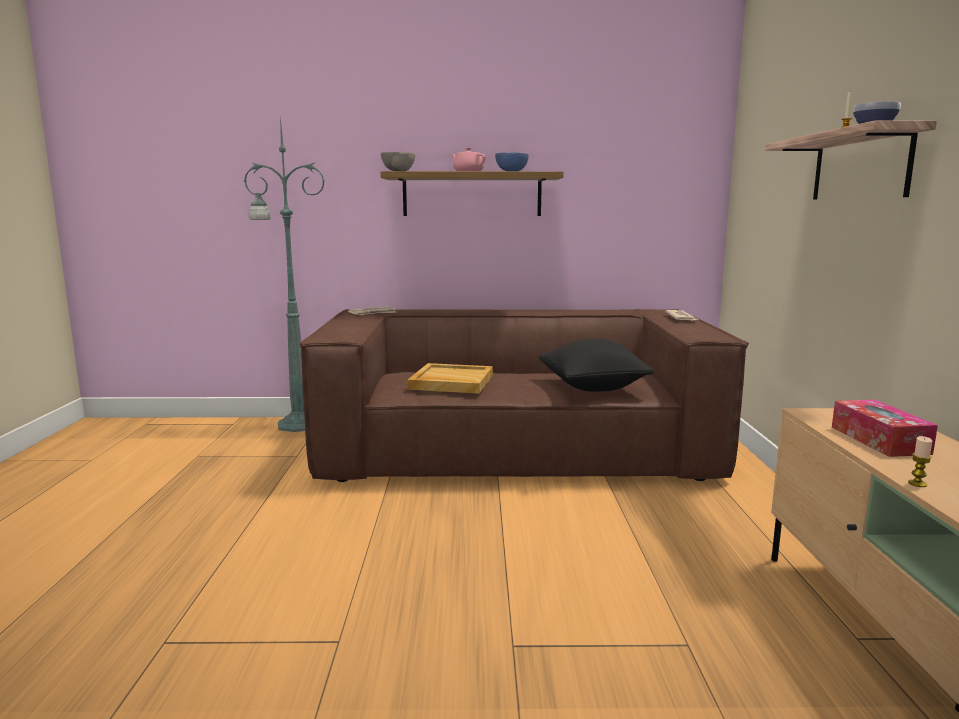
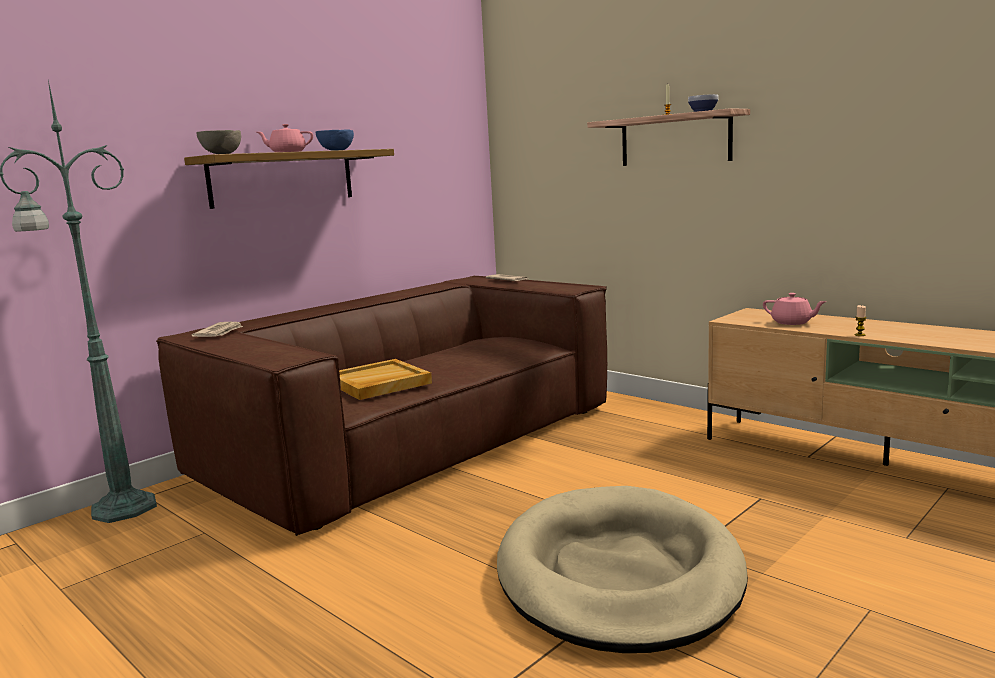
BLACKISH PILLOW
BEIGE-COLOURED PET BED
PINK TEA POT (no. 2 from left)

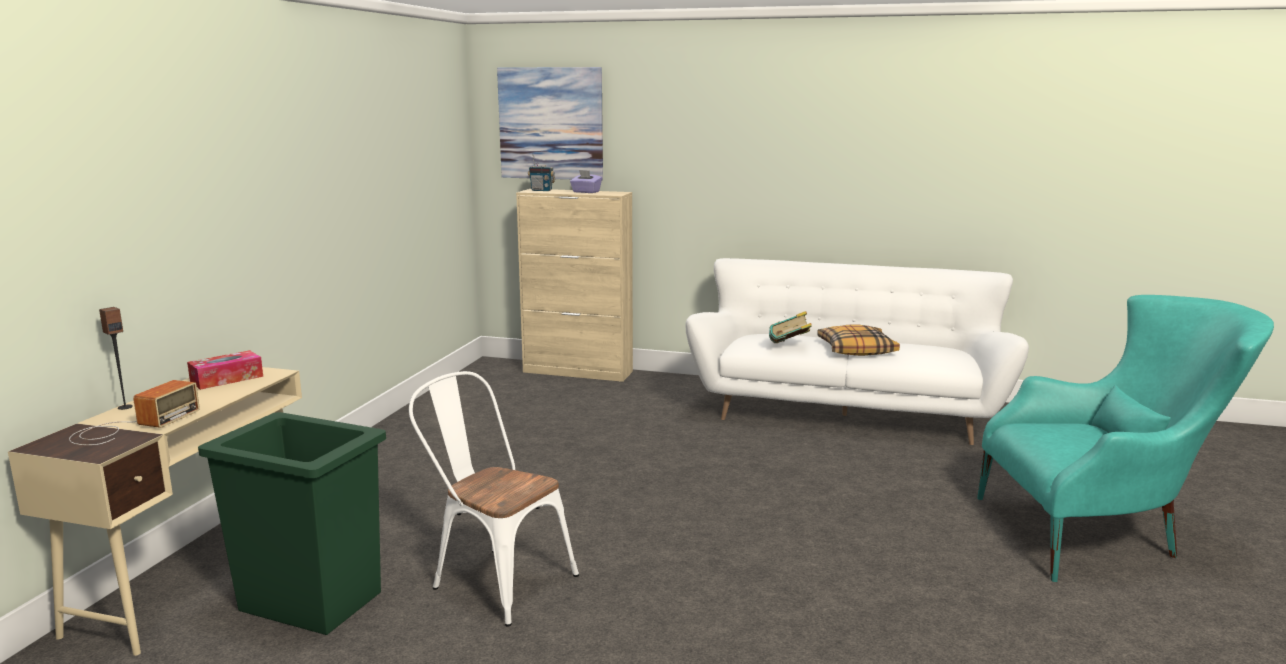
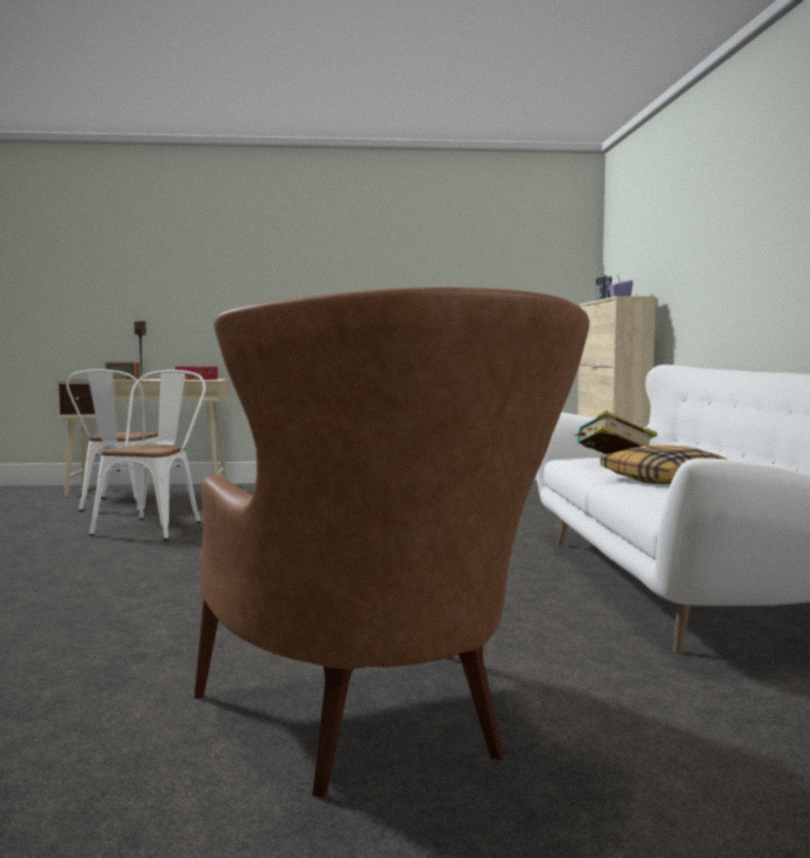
WALL PICTURE
WHITE UPRIGHT CHAIR (no. 1 from left)
BROWN ARMCHAIR

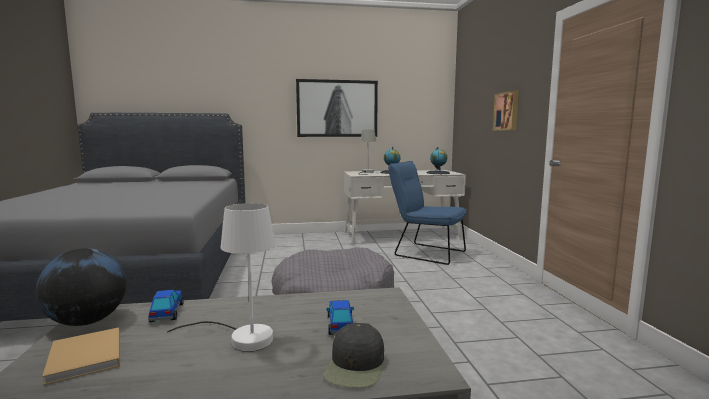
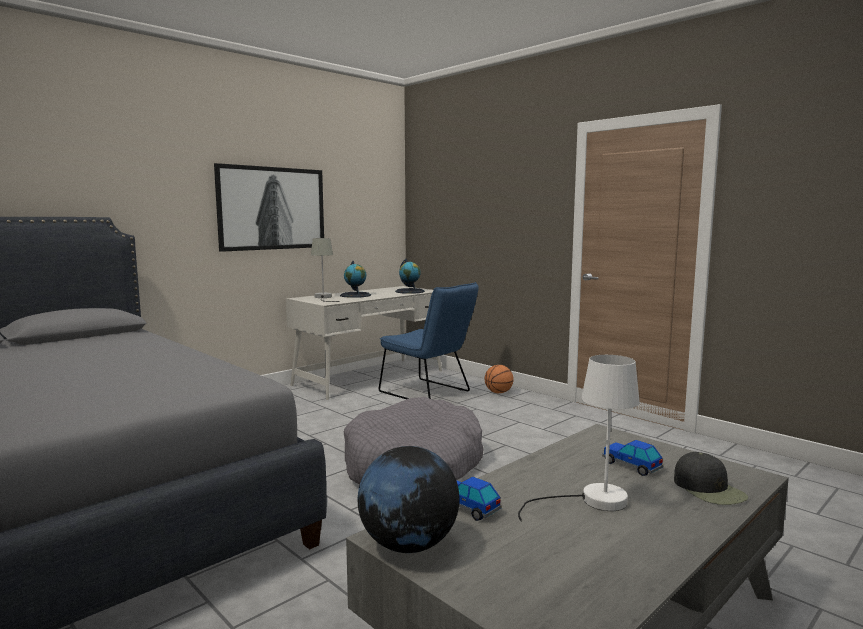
BEIGE-COLOURED BOUND BOOK
WALL PICTURE (no. 2 from left in the first image)
BASKETBALL BALL
BLUE UPRIGHT CHAIR

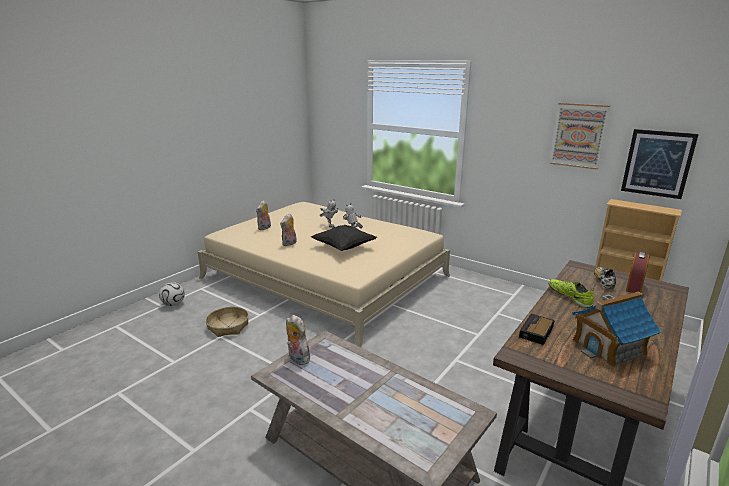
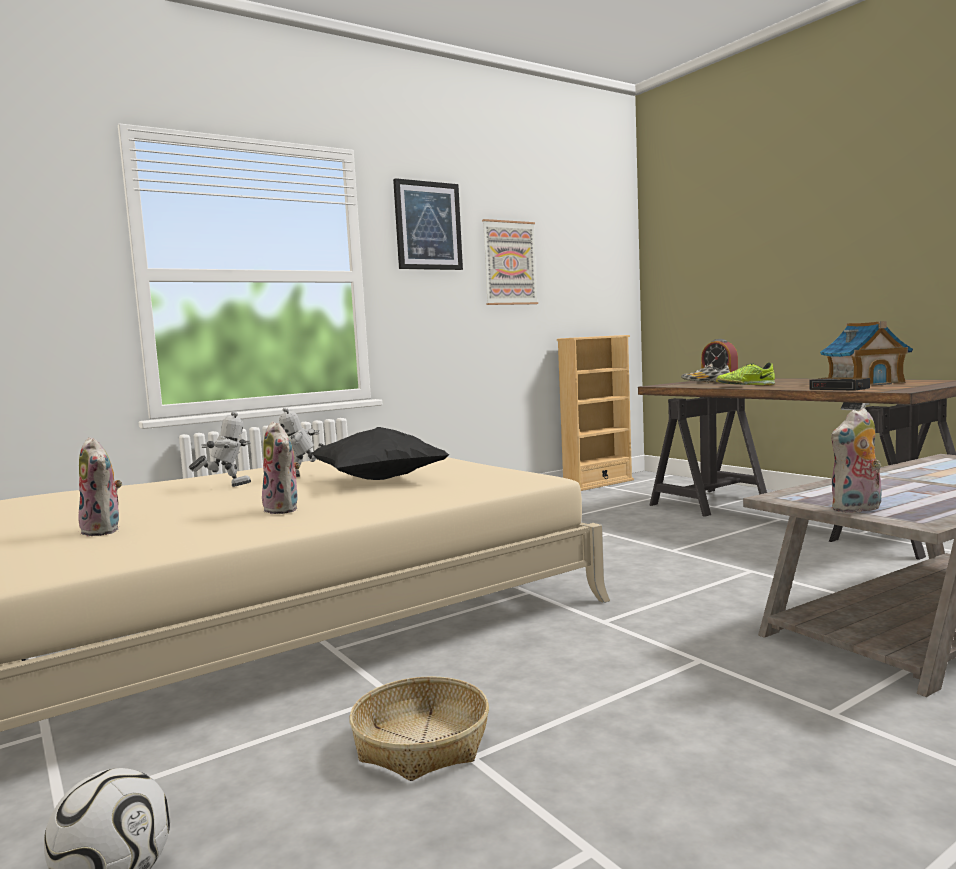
WALL PICTURE (no. 1 from left)

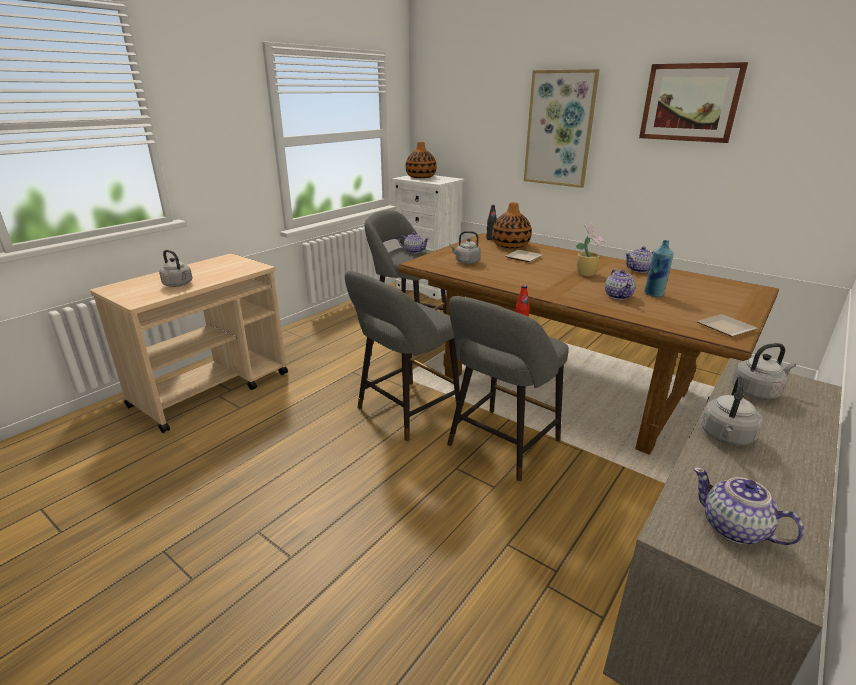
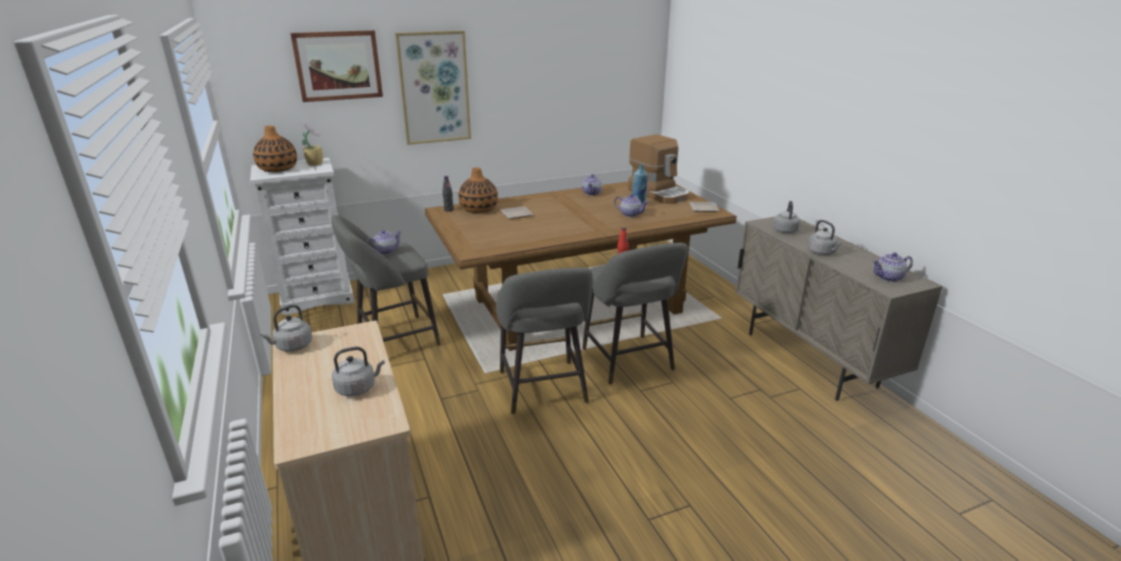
COFFEE MAKER
GREYISH WATER KETTLE (no. 1 from left)
PLANT IN A POT
WALL PICTURE (no. 1 from left)

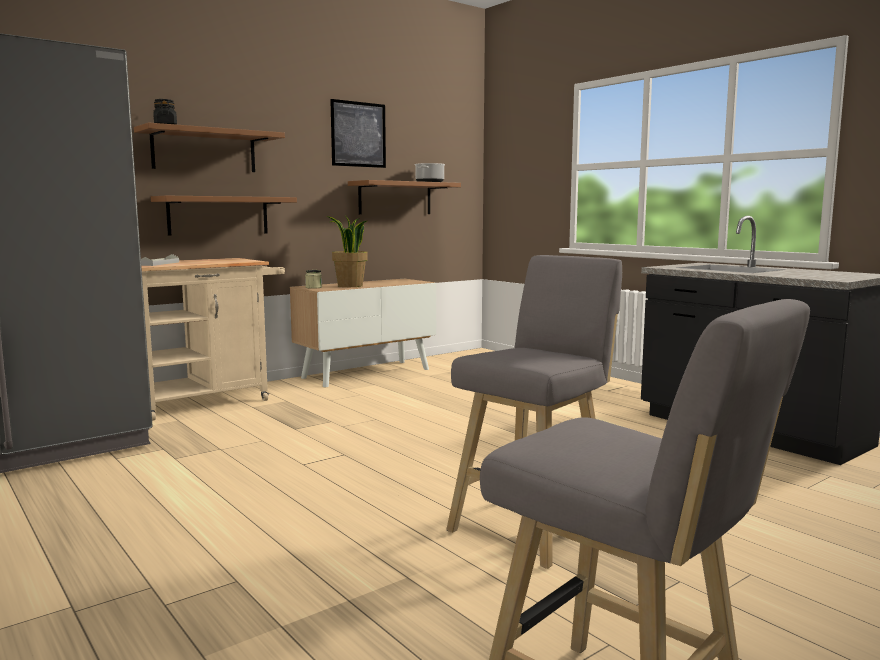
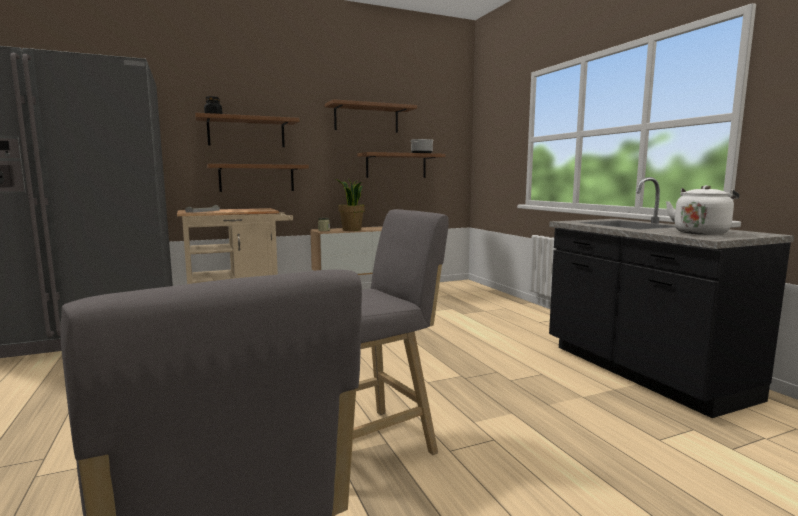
WHITE WATER KETTLE
BROWN WALL SHELF (no. 3 from left)

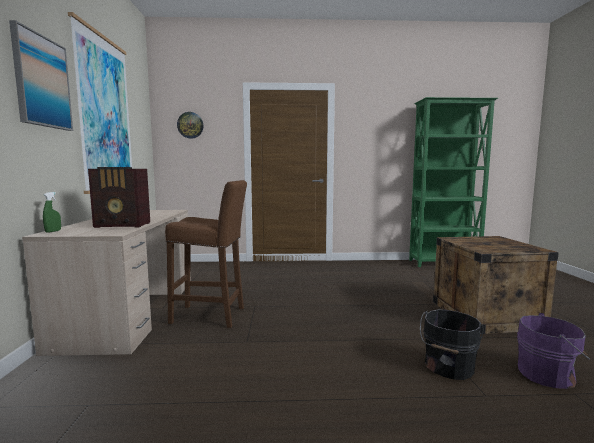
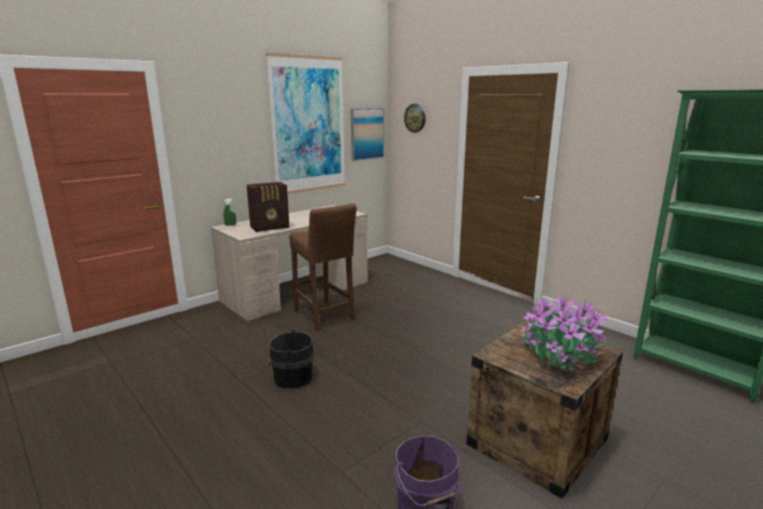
PLANT IN A POT
WALL PICTURE (no. 2 from left)
BLACKISH BUCKET
RADIO RECEIVER

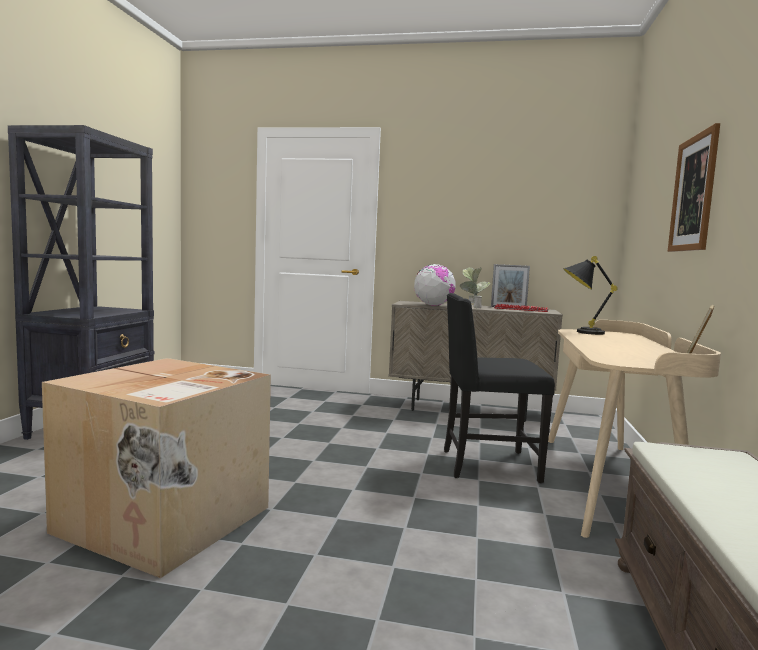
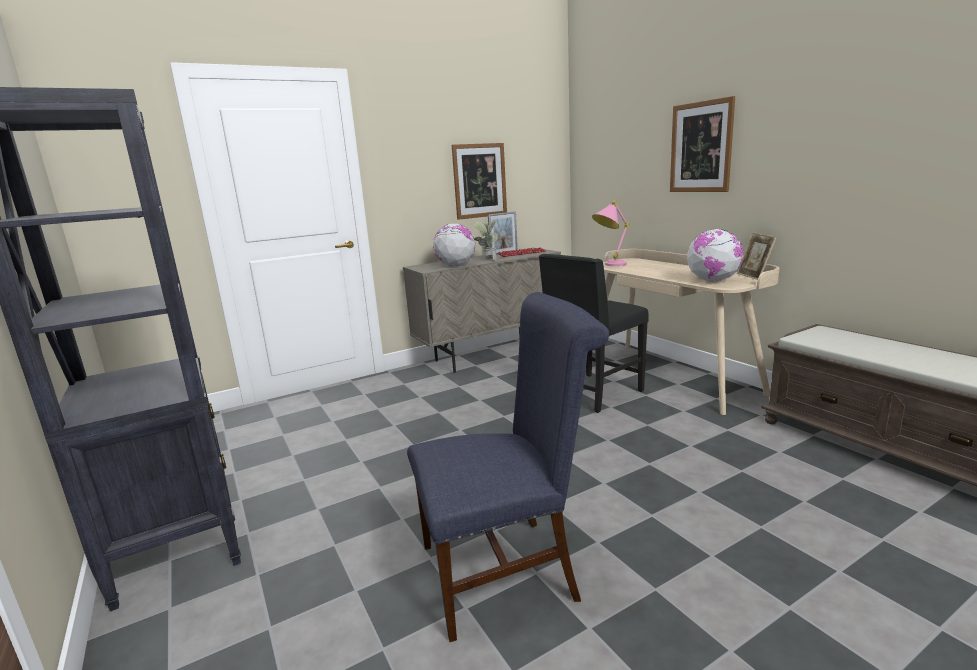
WALL PICTURE (no. 1 from left)
GLOBE (no. 2 from left)
BLUE UPRIGHT CHAIR
PINK TABLE LAMP

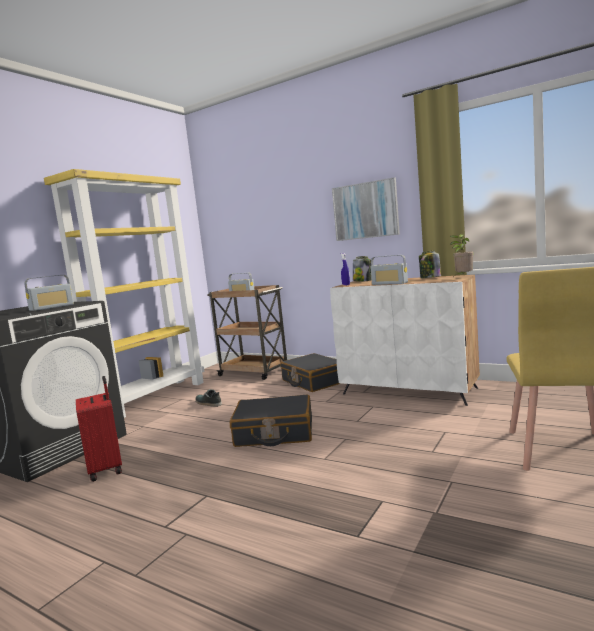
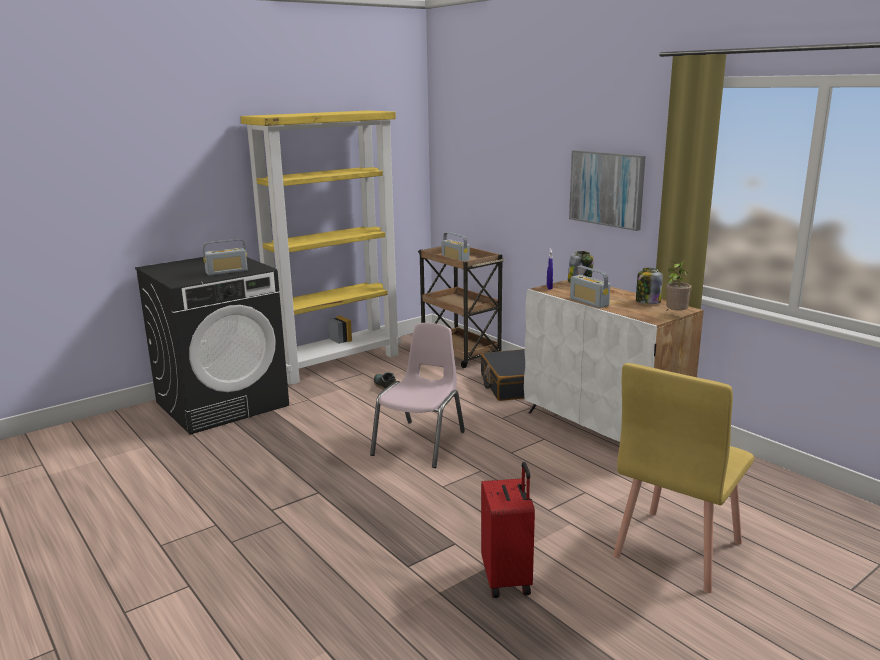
RED SUITCASE
PINK UPRIGHT CHAIR

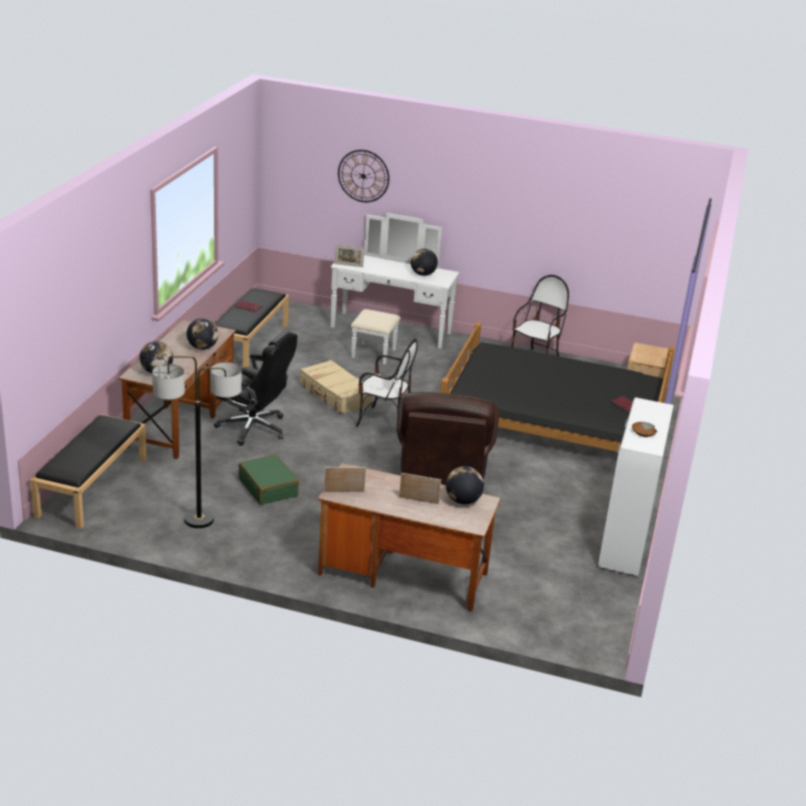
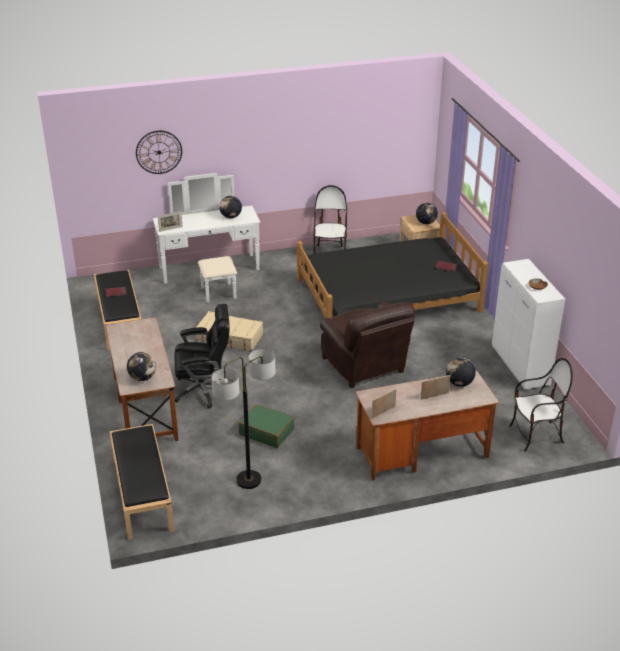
GLOBE (no. 3 from left)
UPRIGHT CHAIR (no. 2 from left)

